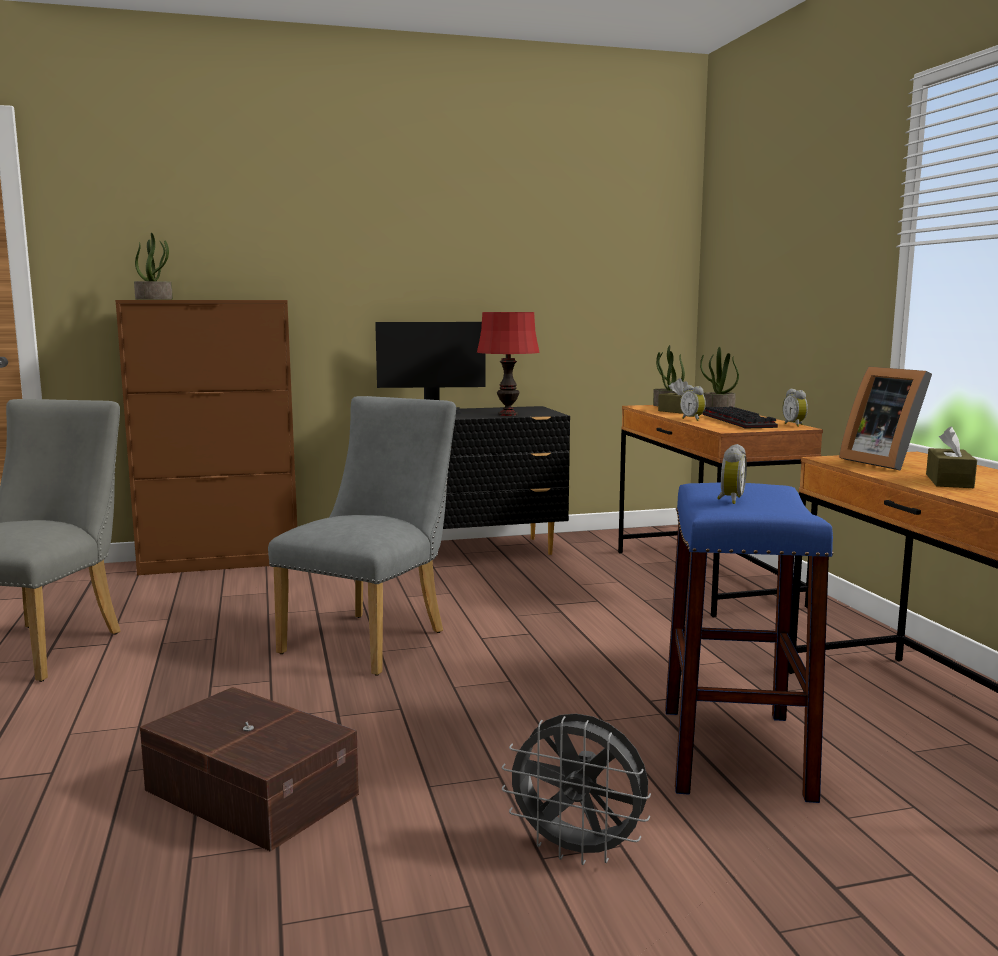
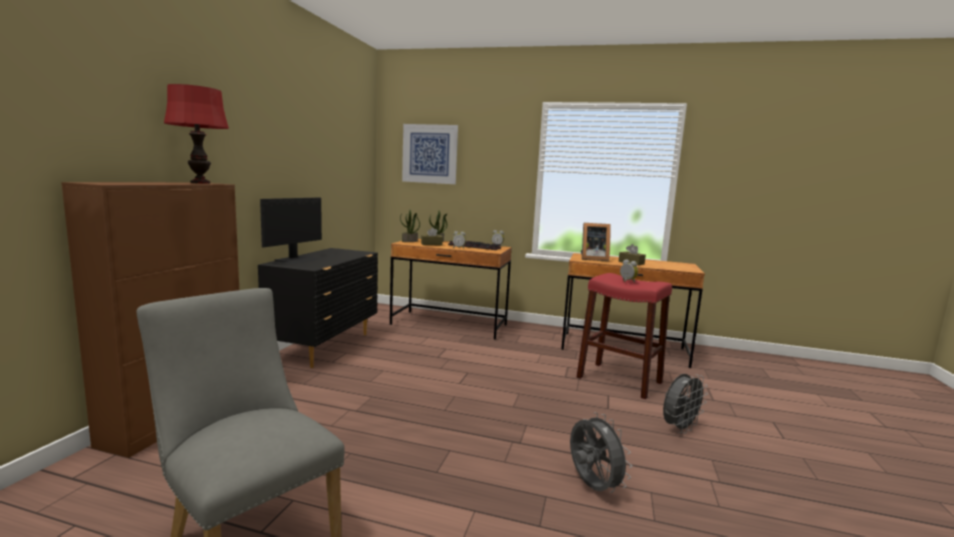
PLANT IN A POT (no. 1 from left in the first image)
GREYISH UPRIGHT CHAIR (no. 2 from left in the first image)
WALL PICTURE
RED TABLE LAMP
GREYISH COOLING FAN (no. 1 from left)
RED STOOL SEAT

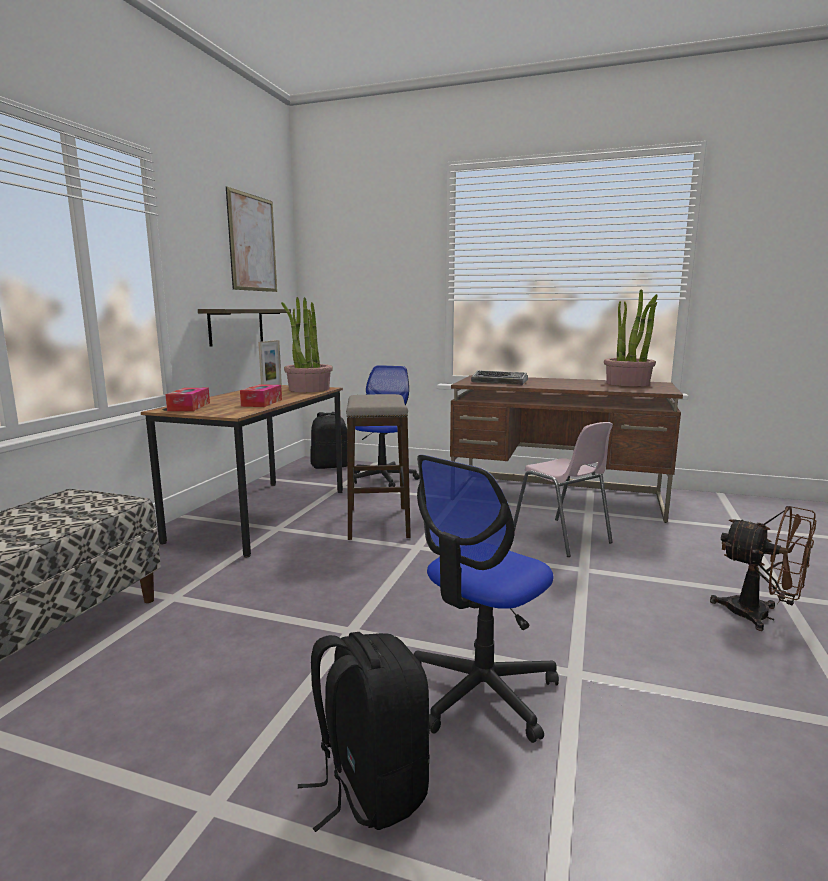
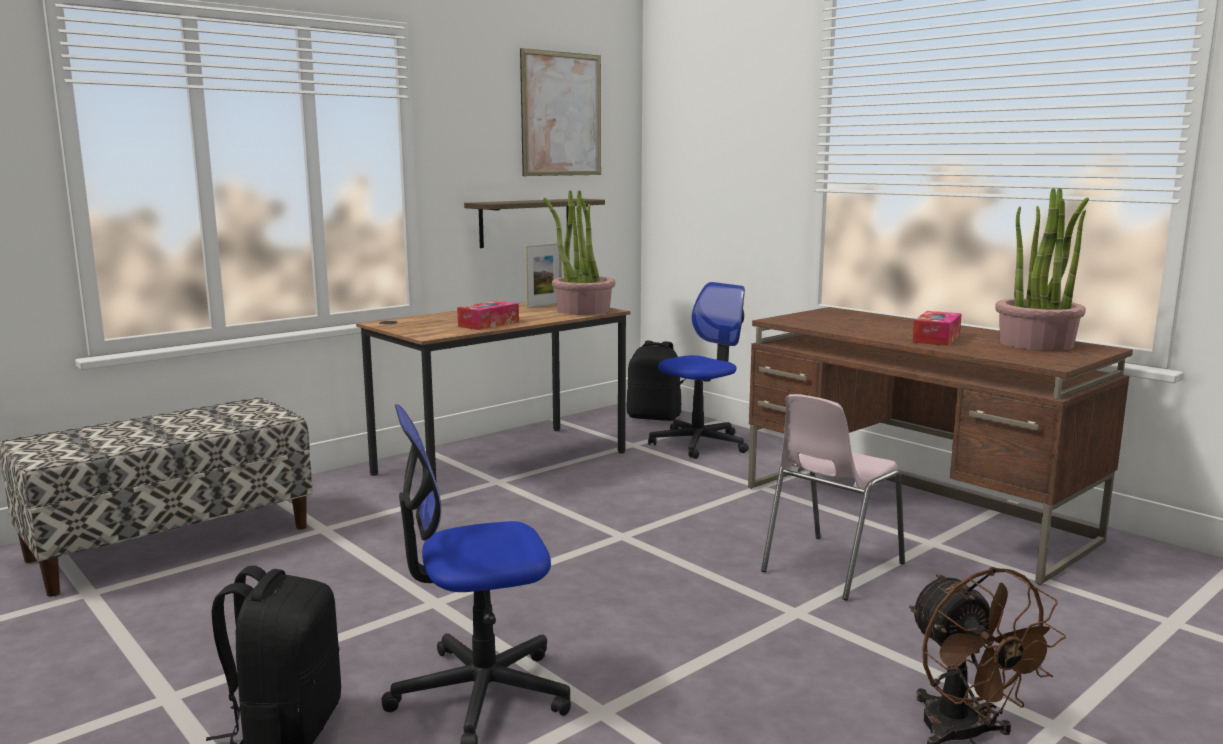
STOOL SEAT
COMPUTER KEYBOARD
TISSUE HOLDER (no. 2 from left)
PINK UPRIGHT CHAIR

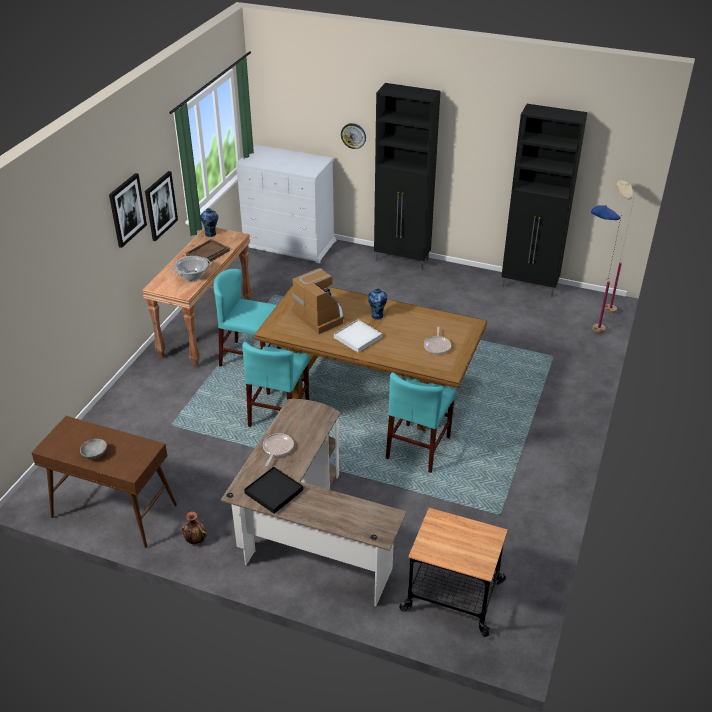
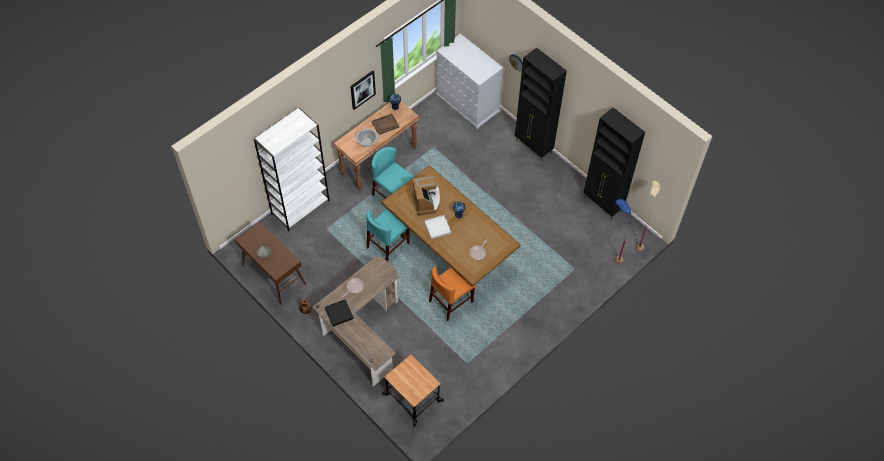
WALL PICTURE (no. 1 from left in the first image)
WHITE BOOKCASE
ORANGEY UPRIGHT CHAIR

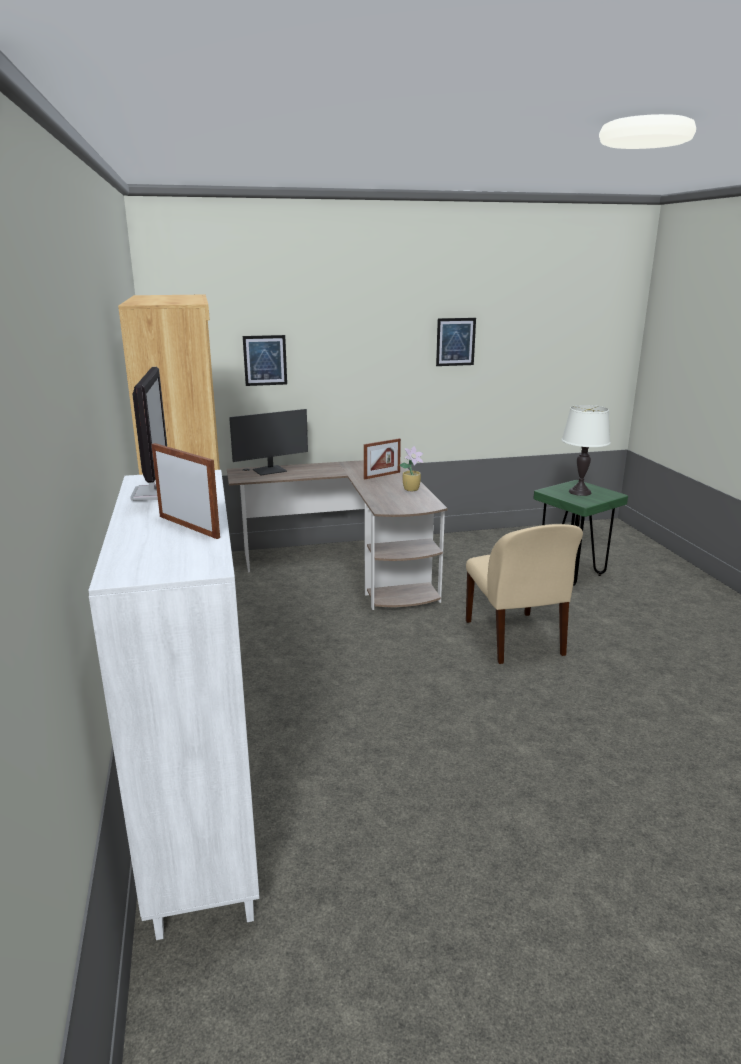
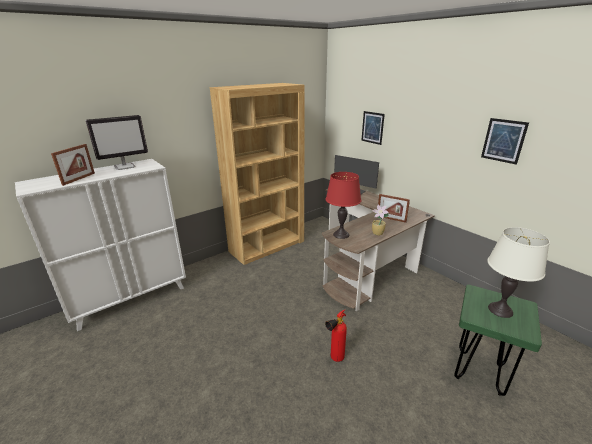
RED TABLE LAMP
FIRE EXTINGUISHER

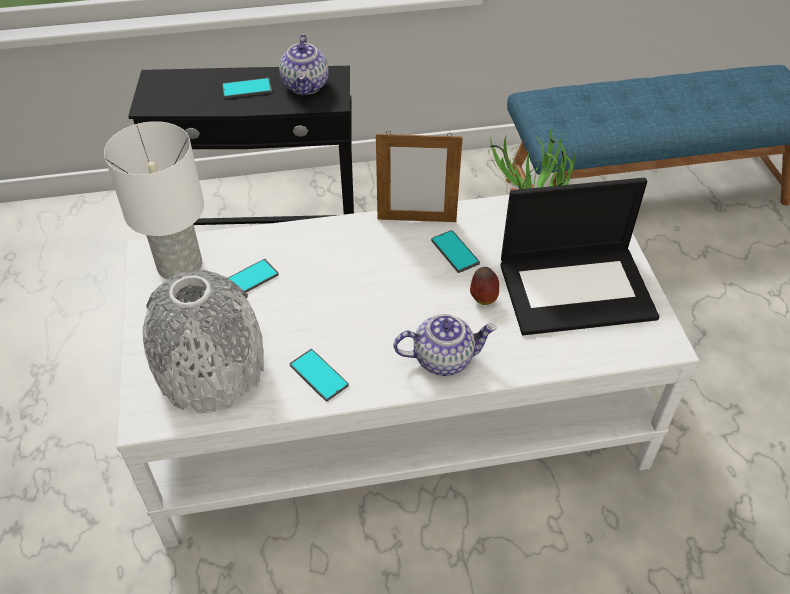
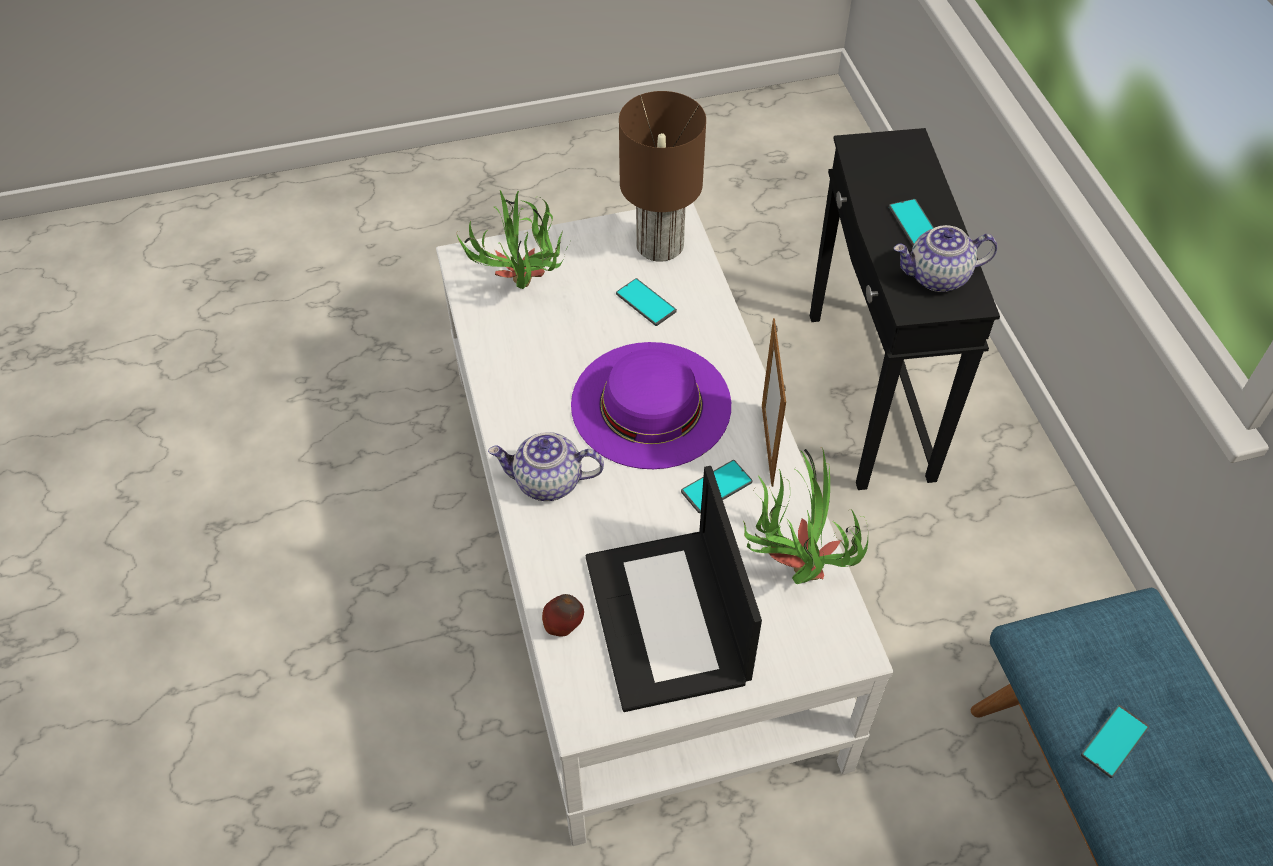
PURPLISH CLOTHING HAT
HANDSET (no. 4 from left)
APPLE FRUIT
PLANT IN A POT (no. 1 from left)
BROWN TABLE LAMP
TEA POT (no. 1 from left)

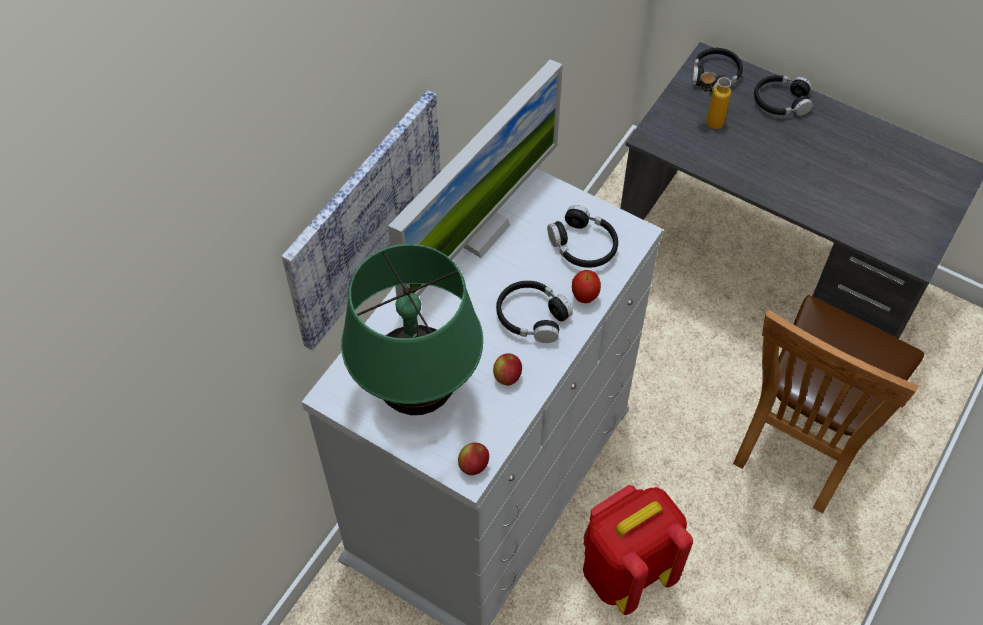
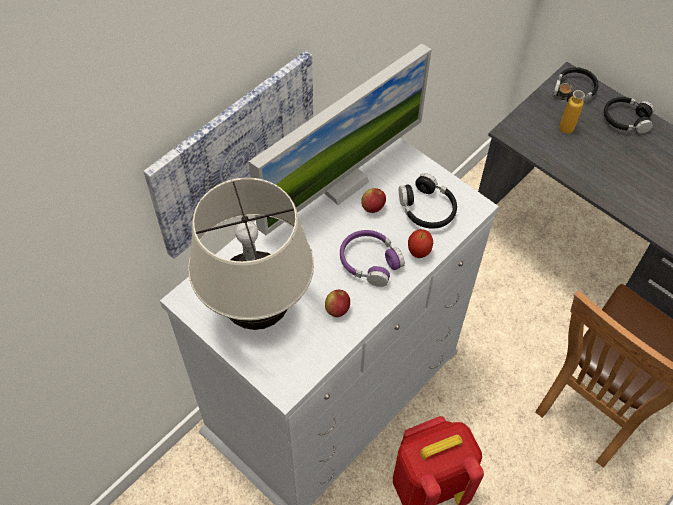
APPLE FRUIT (no. 2 from left)
BEIGE-COLOURED TABLE LAMP
PURPLISH HEADSET

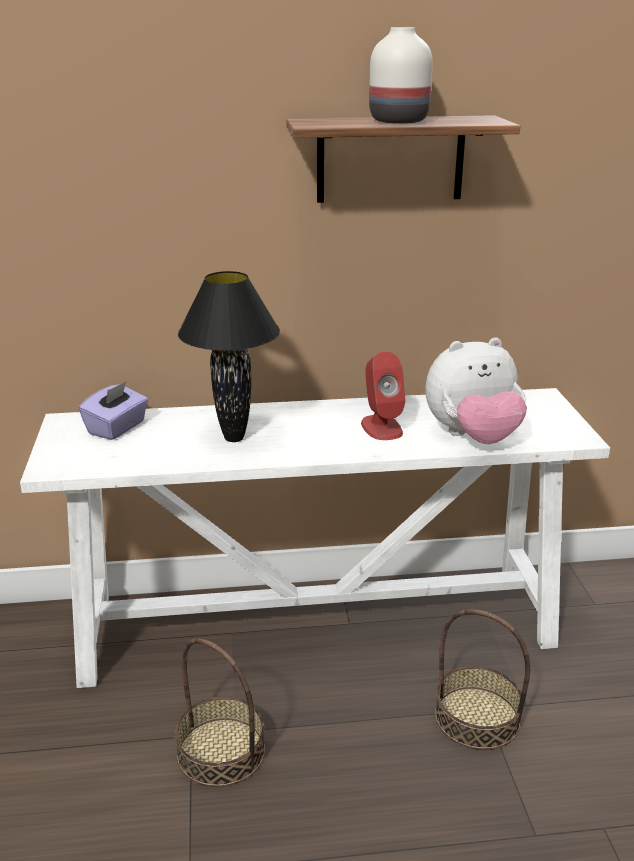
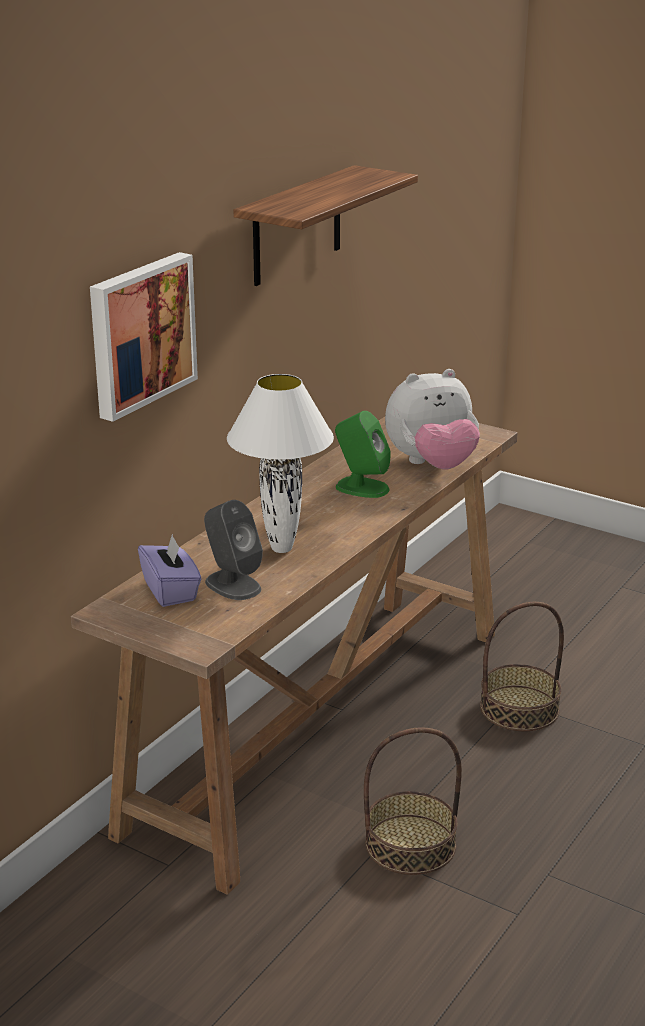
WHITE FLOWER VASE
WALL PICTURE
GREYISH SPEAKER
BROWN CONSOLE TABLE
WHITE TABLE LAMP
GREEN-COLOURED SPEAKER
PLUSH TOY

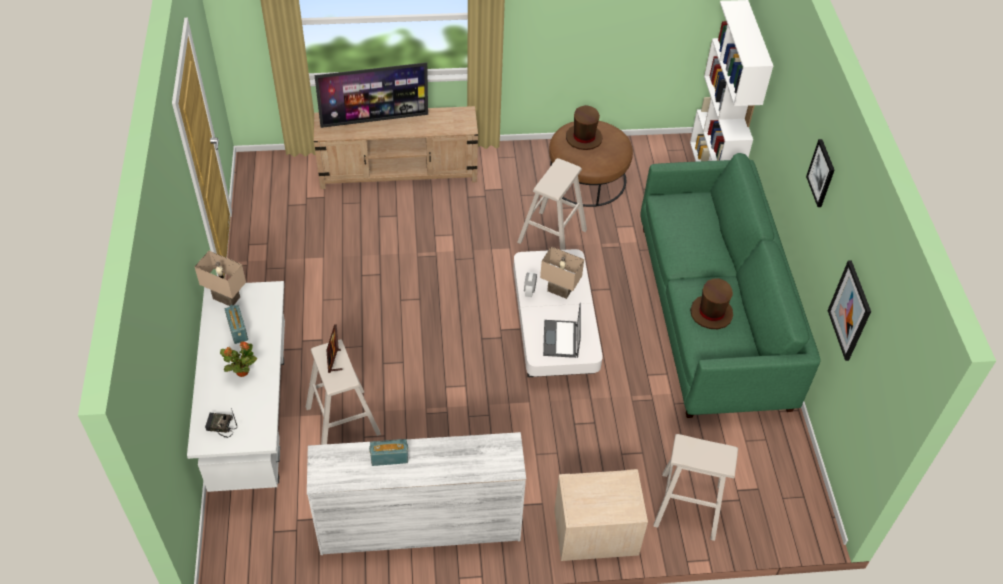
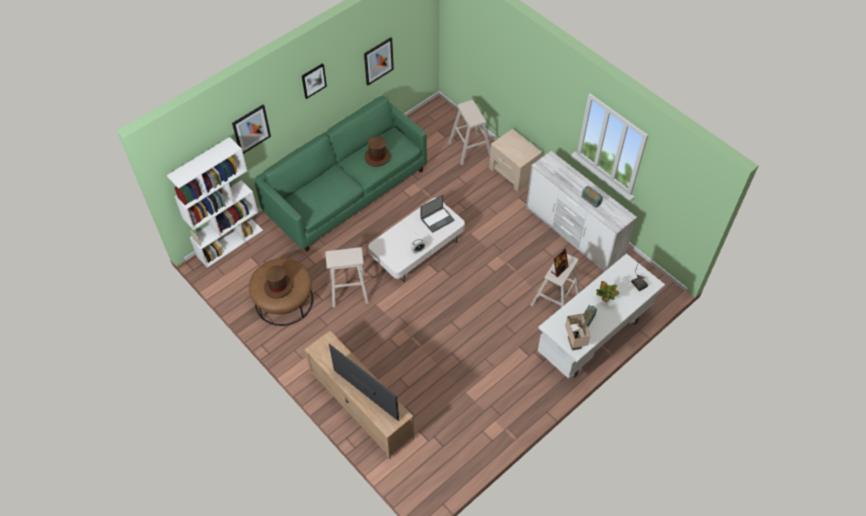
BEIGE-COLOURED TABLE LAMP (no. 2 from left in the first image)
WALL PICTURE (no. 1 from left)

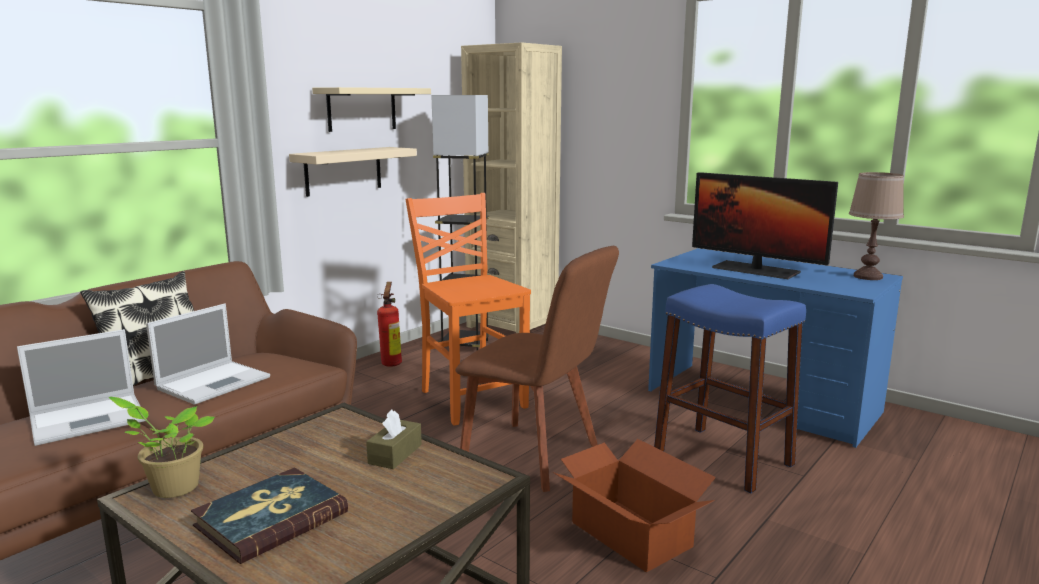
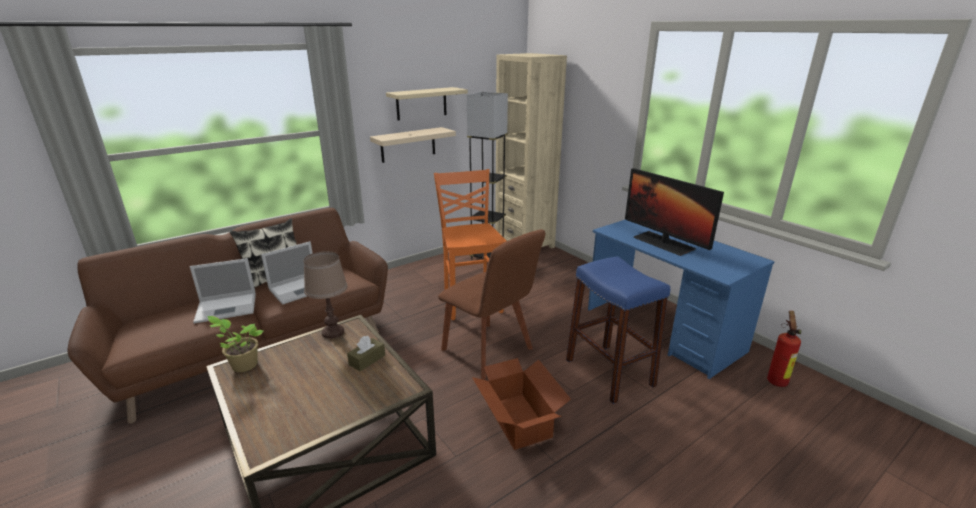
BOUND BOOK
FIRE EXTINGUISHER
BROWN TABLE LAMP

